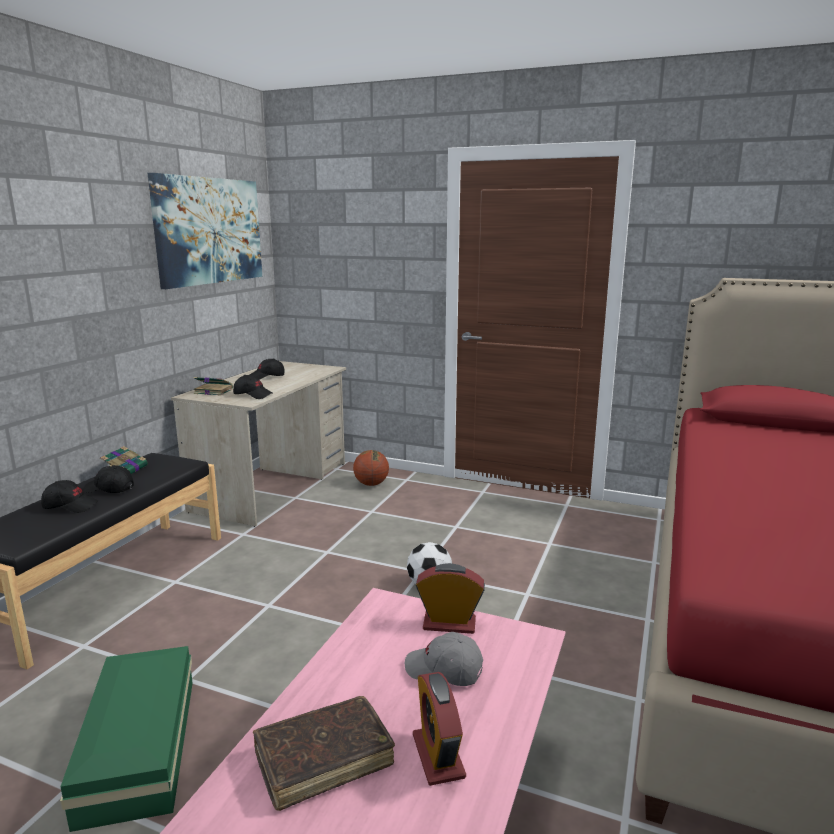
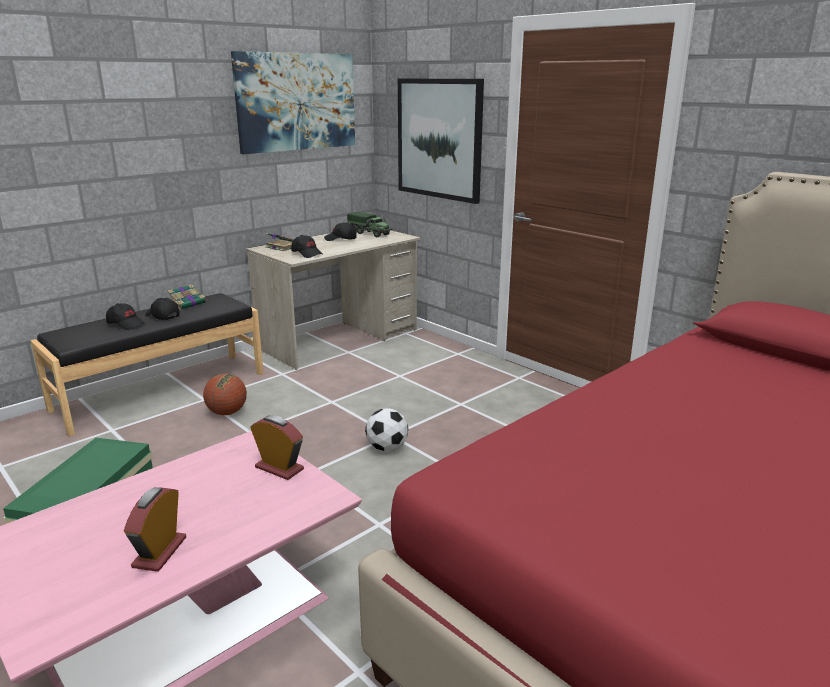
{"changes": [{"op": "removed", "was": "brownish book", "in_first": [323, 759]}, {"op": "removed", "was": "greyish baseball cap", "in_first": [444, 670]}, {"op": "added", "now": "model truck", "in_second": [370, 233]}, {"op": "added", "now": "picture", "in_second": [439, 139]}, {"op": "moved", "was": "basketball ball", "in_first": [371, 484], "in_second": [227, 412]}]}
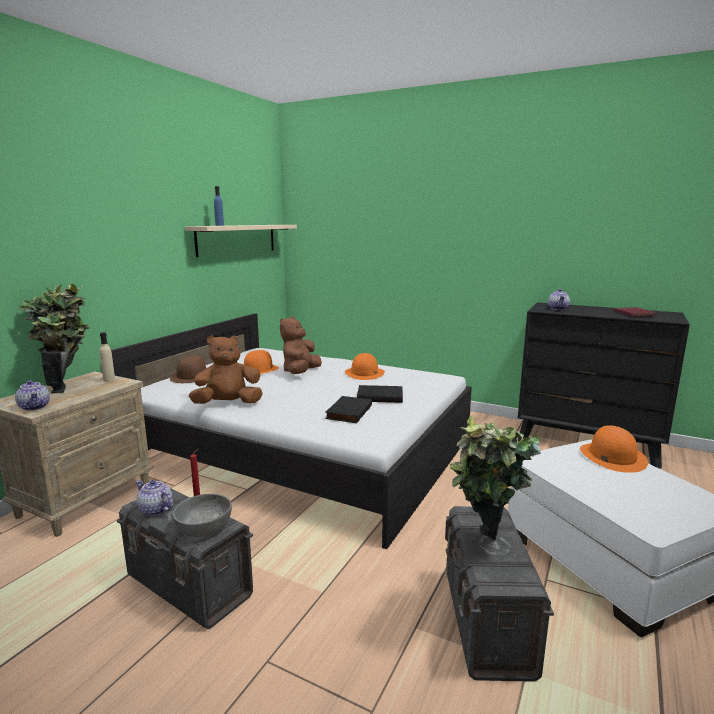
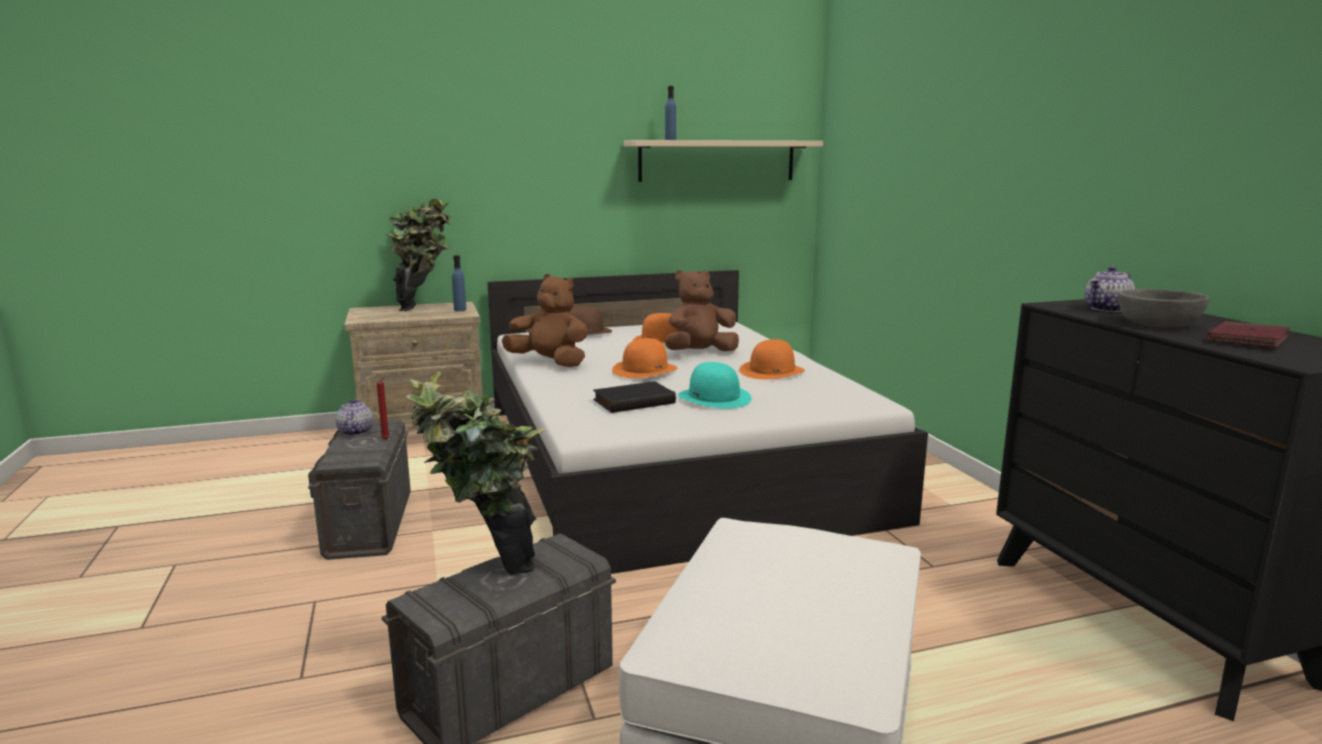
{"changes": [{"op": "removed", "was": "tea pot", "in_first": [35, 407]}, {"op": "moved", "was": "greyish bowl", "in_first": [203, 527], "in_second": [1157, 324]}, {"op": "moved", "was": "orangey hat", "in_first": [612, 456], "in_second": [645, 369]}, {"op": "replaced", "was": "black-coloured book", "now": "turquoise hat", "in_first": [380, 396], "in_second": [714, 397]}, {"op": "recoloured", "was": "beige-coloured drink bottle", "now": "blue drink bottle", "in_first": [109, 380], "in_second": [460, 310]}]}
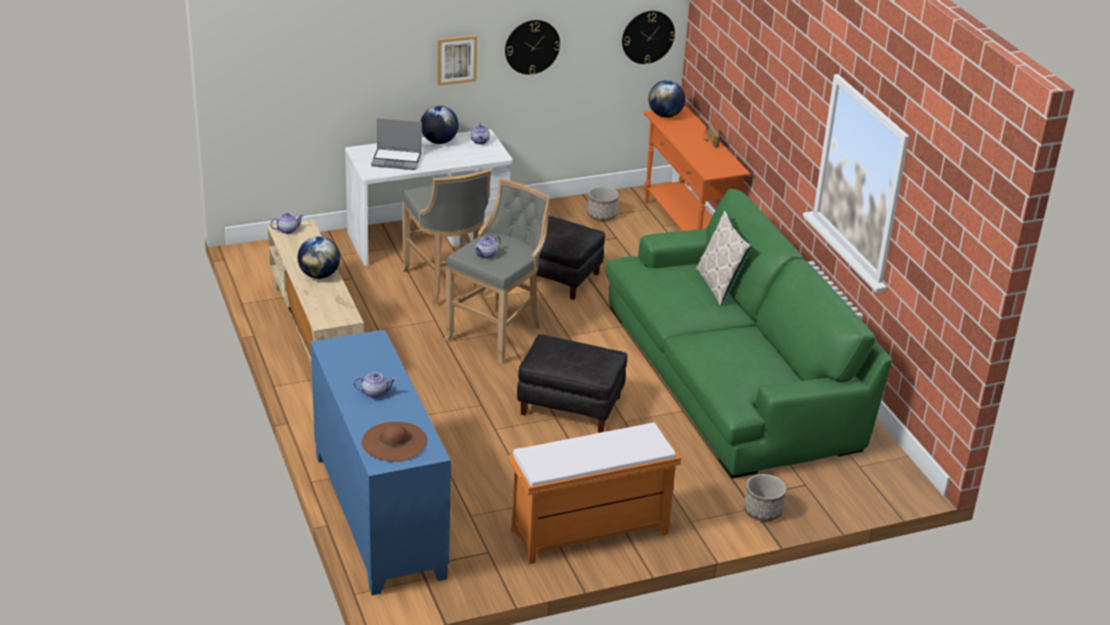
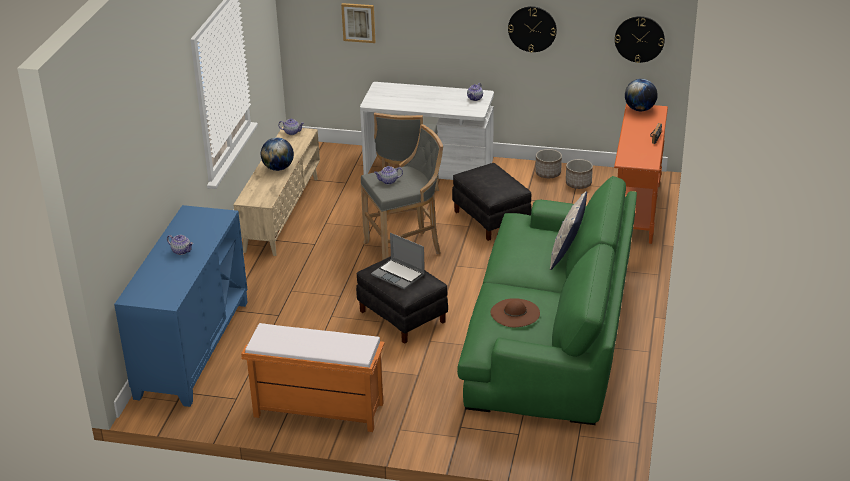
{"changes": [{"op": "removed", "was": "desk globe", "in_first": [439, 141]}, {"op": "moved", "was": "brownish hat", "in_first": [394, 442], "in_second": [515, 313]}, {"op": "moved", "was": "notebook computer", "in_first": [397, 160], "in_second": [399, 275]}, {"op": "moved", "was": "picture", "in_first": [456, 59], "in_second": [358, 22]}, {"op": "moved", "was": "flower pot", "in_first": [763, 511], "in_second": [548, 173]}]}
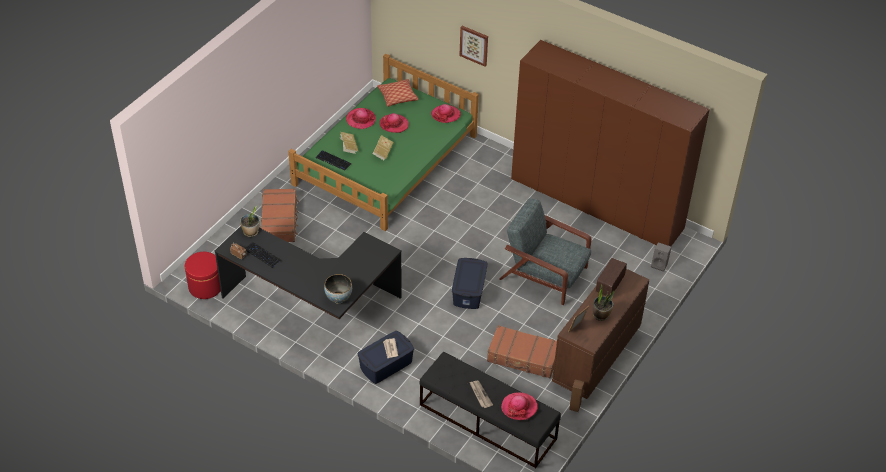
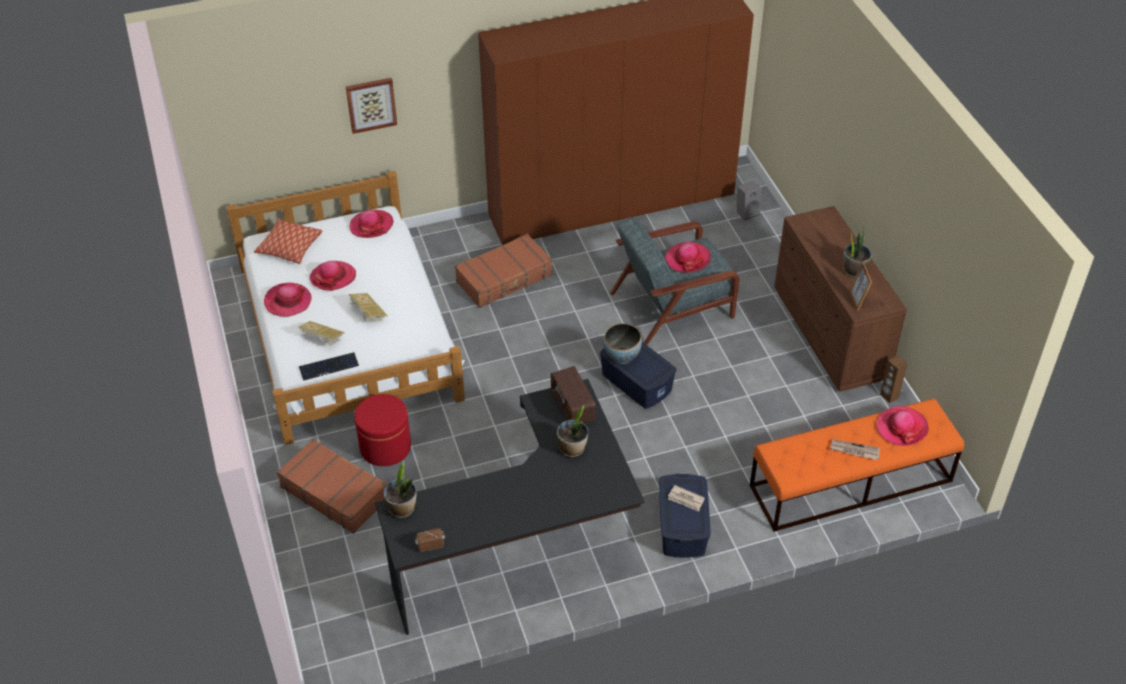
{"changes": [{"op": "removed", "was": "keyboard", "in_first": [262, 255]}, {"op": "added", "now": "houseplant", "in_second": [572, 448]}, {"op": "added", "now": "hat", "in_second": [687, 259]}, {"op": "moved", "was": "reddish ottoman", "in_first": [205, 287], "in_second": [385, 447]}, {"op": "moved", "was": "bowl", "in_first": [338, 298], "in_second": [622, 356]}, {"op": "moved", "was": "brownish travel case", "in_first": [523, 357], "in_second": [505, 279]}, {"op": "moved", "was": "radio set", "in_first": [610, 284], "in_second": [573, 407]}, {"op": "recoloured", "was": "greenish bed", "now": "whitish bed", "in_first": [385, 160], "in_second": [348, 332]}, {"op": "recoloured", "was": "black-coloured bench", "now": "orangey bench", "in_first": [487, 421], "in_second": [850, 484]}]}
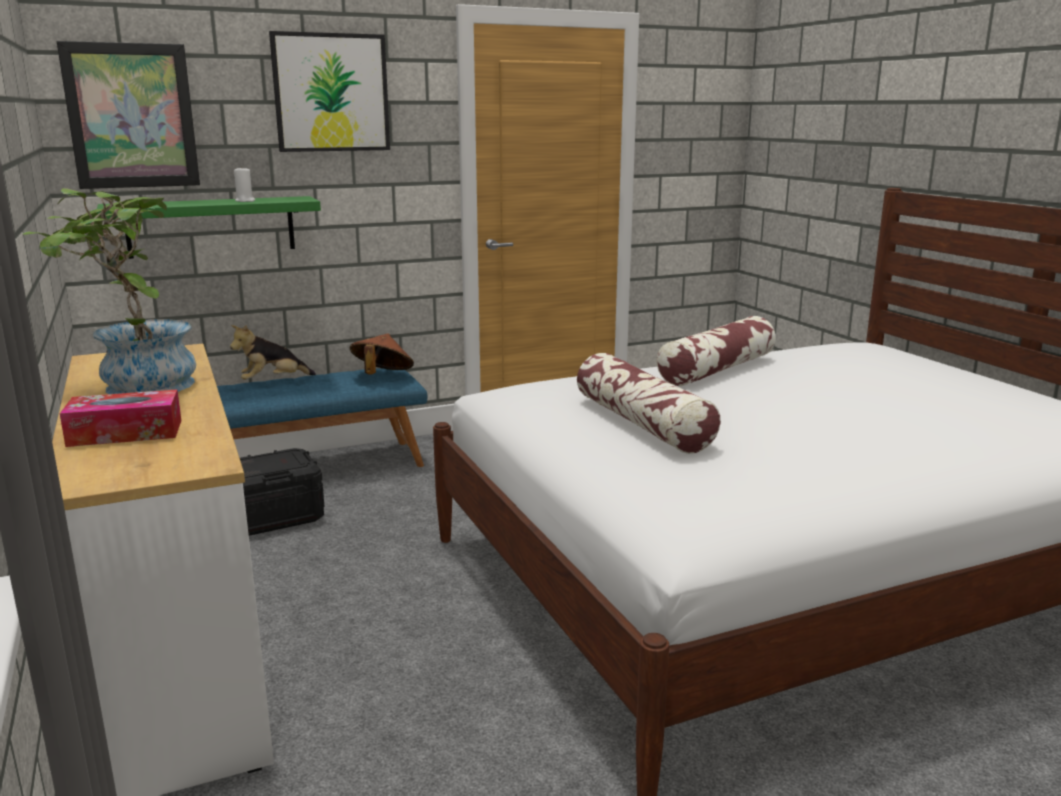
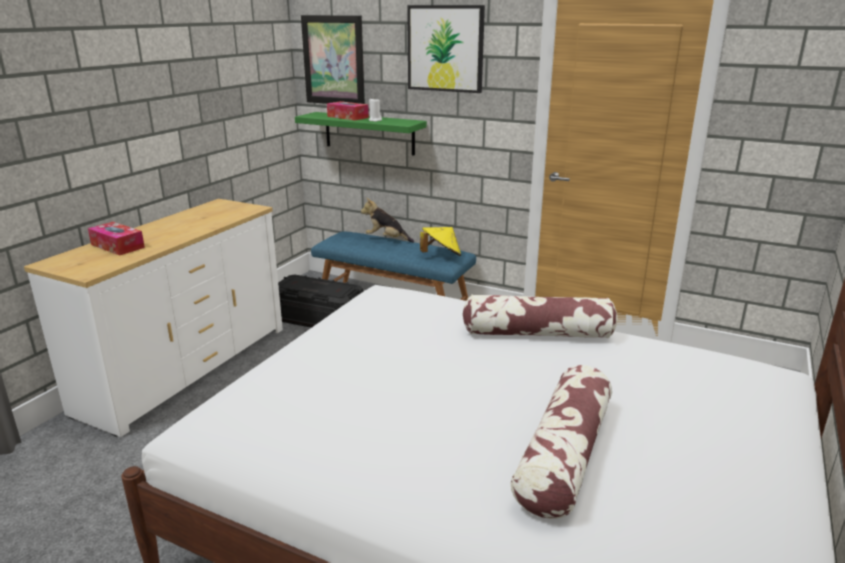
{"changes": [{"op": "removed", "was": "houseplant", "in_first": [135, 386]}, {"op": "added", "now": "tissue holder", "in_second": [348, 117]}, {"op": "moved", "was": "throw pillow", "in_first": [642, 423], "in_second": [564, 456]}, {"op": "recoloured", "was": "brownish hat", "now": "yellowish hat", "in_first": [382, 376], "in_second": [441, 256]}]}
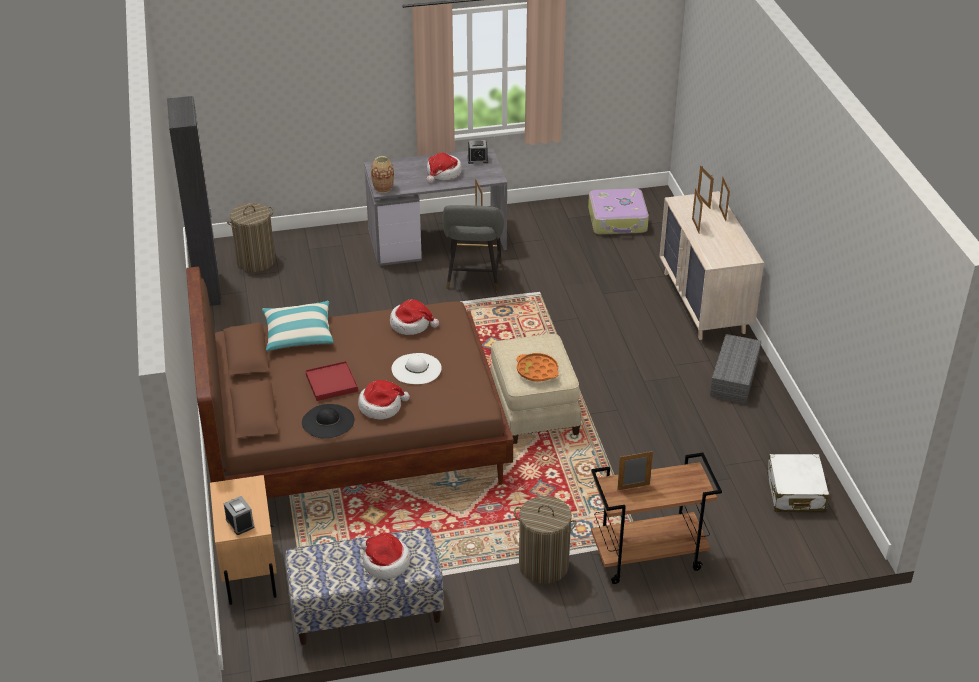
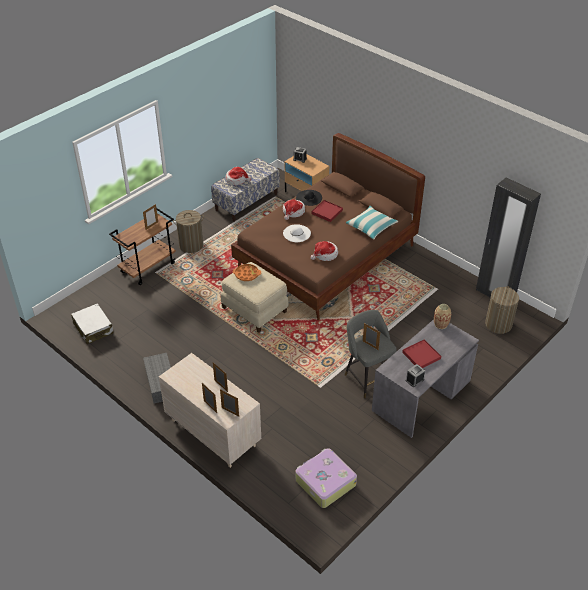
{"changes": [{"op": "replaced", "was": "hat", "now": "reddish tray", "in_first": [443, 173], "in_second": [421, 355]}]}
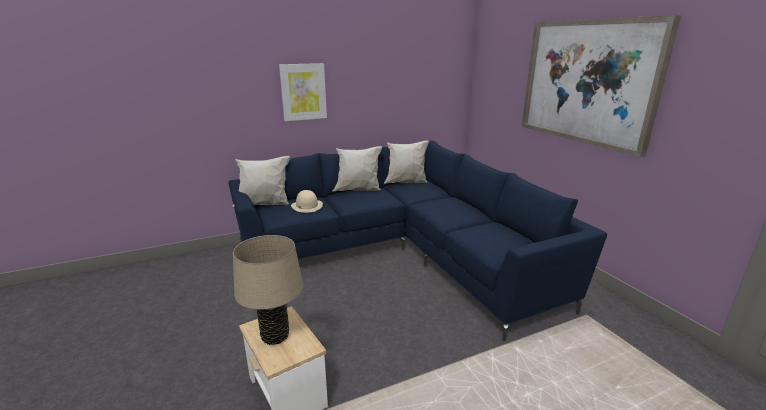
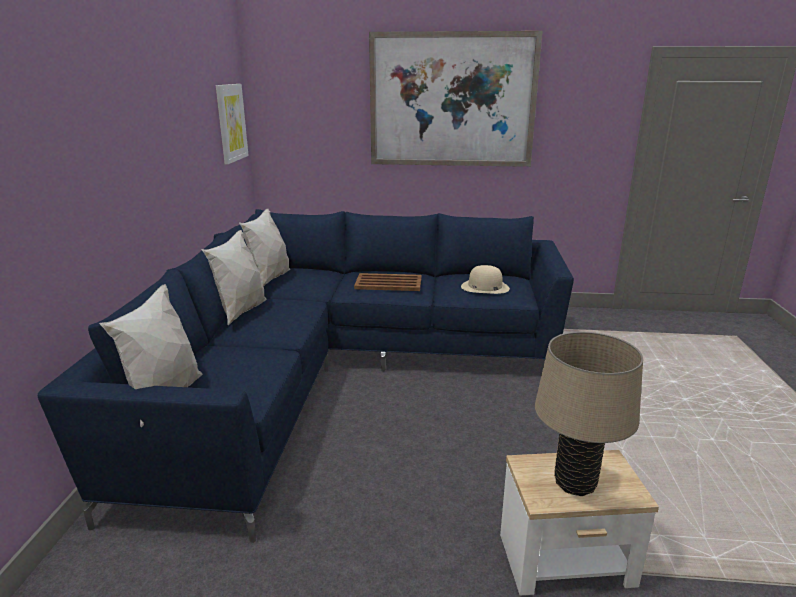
{"changes": [{"op": "added", "now": "brownish tray", "in_second": [388, 283]}, {"op": "moved", "was": "picture", "in_first": [303, 92], "in_second": [231, 123]}, {"op": "moved", "was": "beige-coloured hat", "in_first": [307, 206], "in_second": [484, 287]}]}
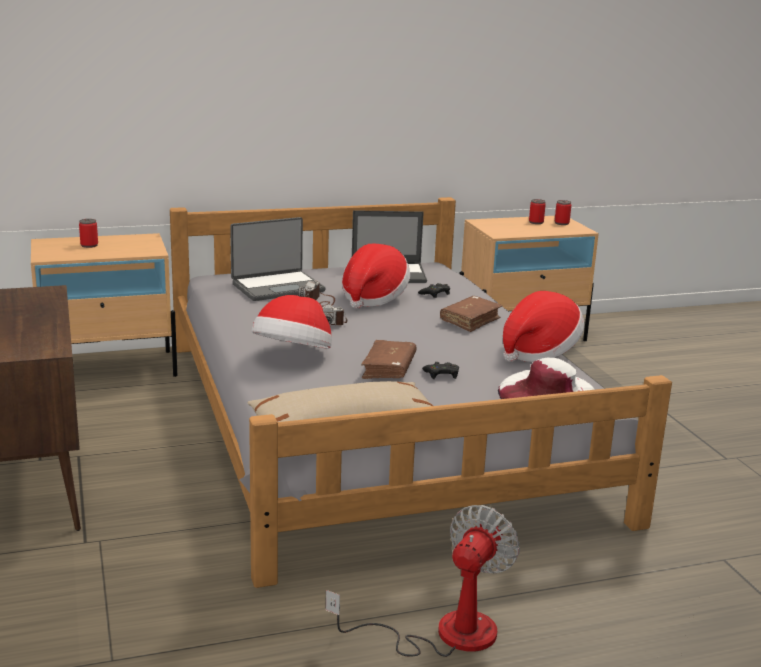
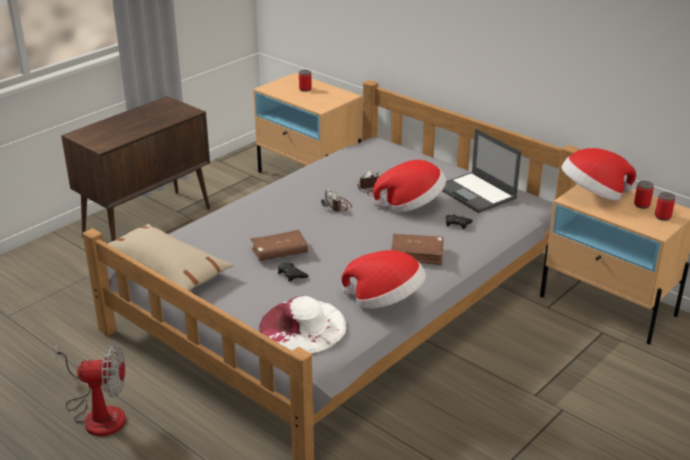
{"changes": [{"op": "removed", "was": "notebook computer", "in_first": [277, 287]}, {"op": "moved", "was": "hat", "in_first": [294, 356], "in_second": [593, 195]}]}
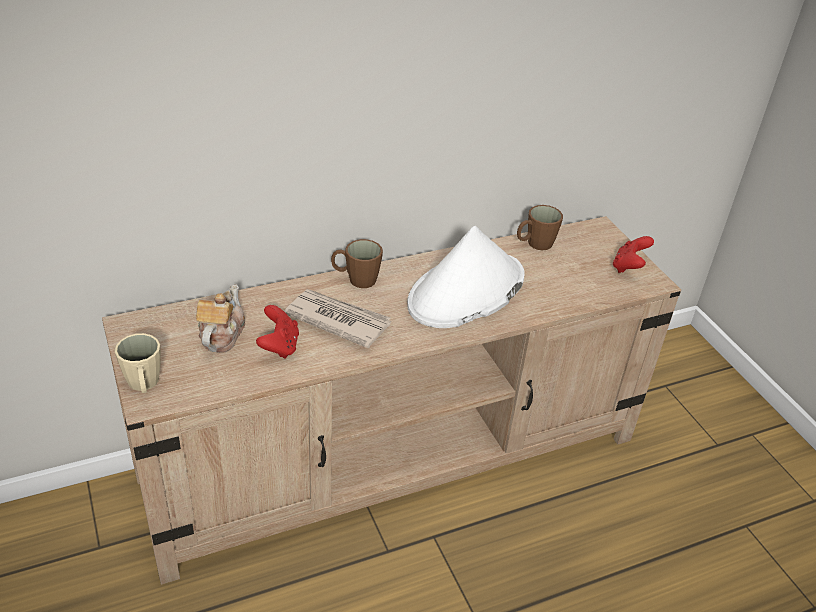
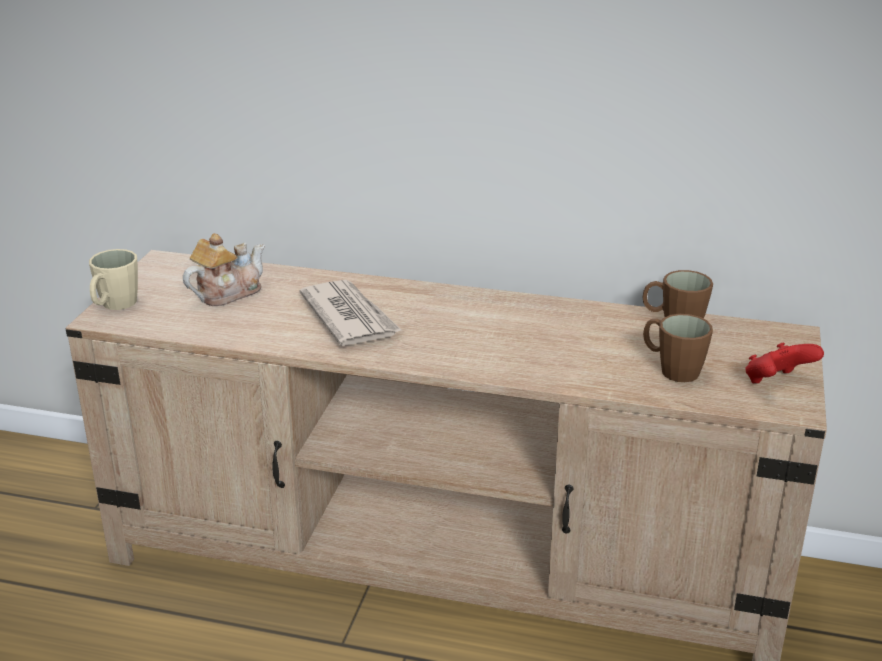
{"changes": [{"op": "removed", "was": "reddish joypad", "in_first": [279, 346]}, {"op": "removed", "was": "whitish hat", "in_first": [466, 291]}, {"op": "moved", "was": "brownish tea mug", "in_first": [356, 279], "in_second": [671, 369]}]}
